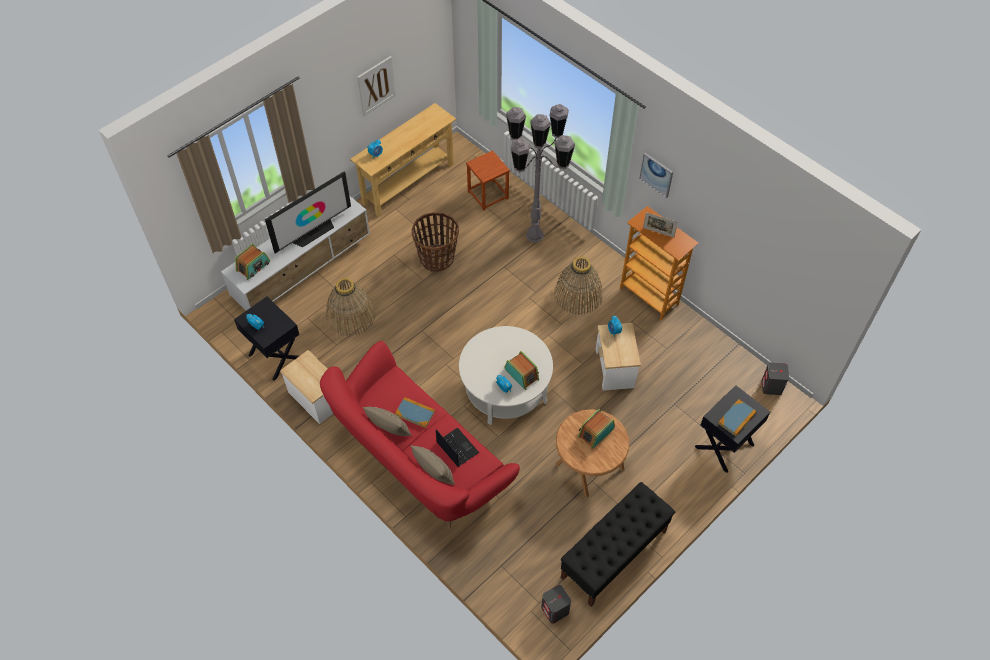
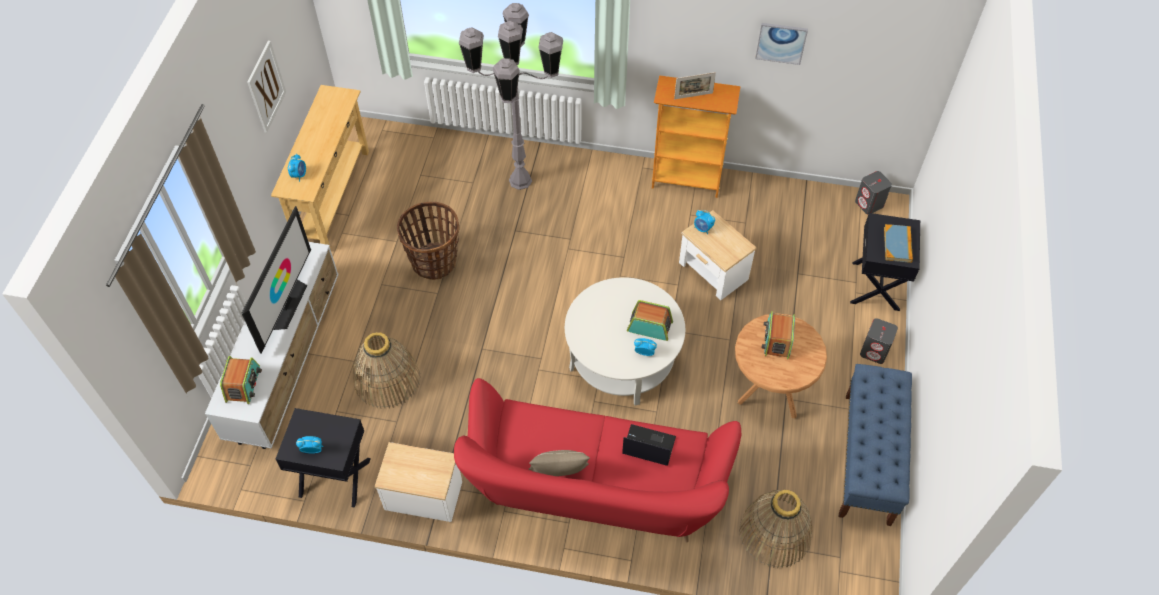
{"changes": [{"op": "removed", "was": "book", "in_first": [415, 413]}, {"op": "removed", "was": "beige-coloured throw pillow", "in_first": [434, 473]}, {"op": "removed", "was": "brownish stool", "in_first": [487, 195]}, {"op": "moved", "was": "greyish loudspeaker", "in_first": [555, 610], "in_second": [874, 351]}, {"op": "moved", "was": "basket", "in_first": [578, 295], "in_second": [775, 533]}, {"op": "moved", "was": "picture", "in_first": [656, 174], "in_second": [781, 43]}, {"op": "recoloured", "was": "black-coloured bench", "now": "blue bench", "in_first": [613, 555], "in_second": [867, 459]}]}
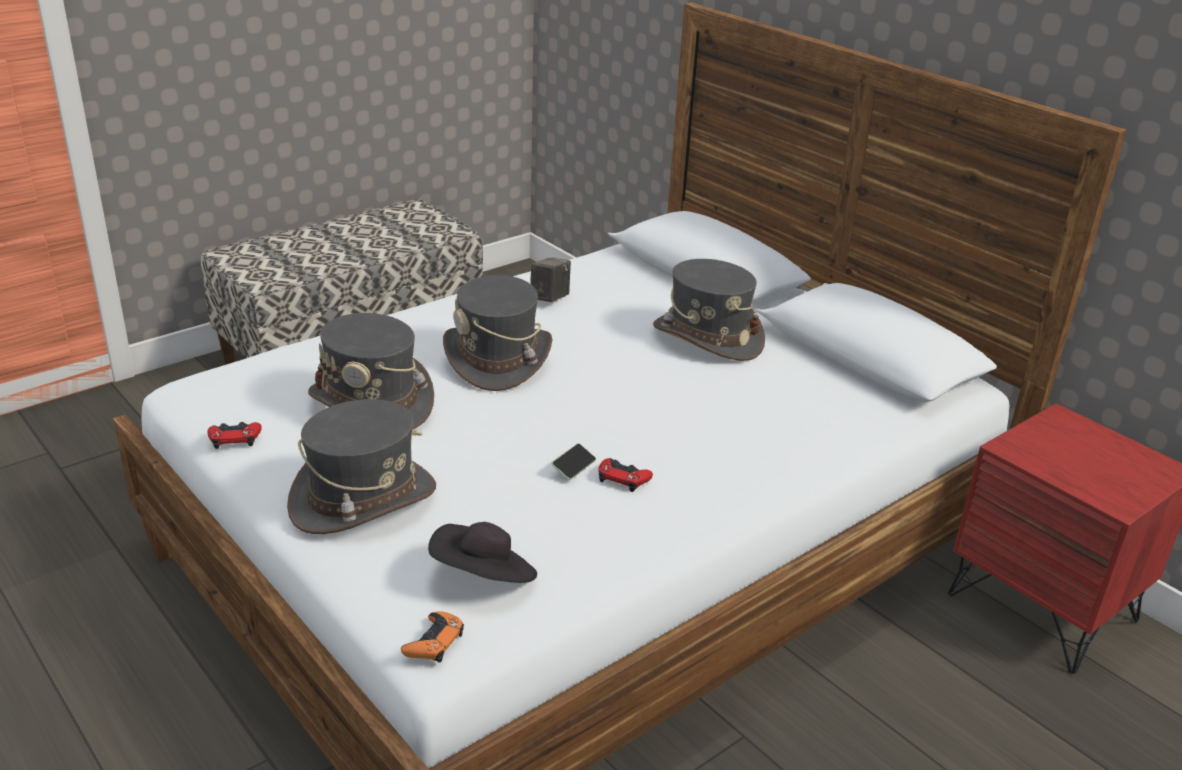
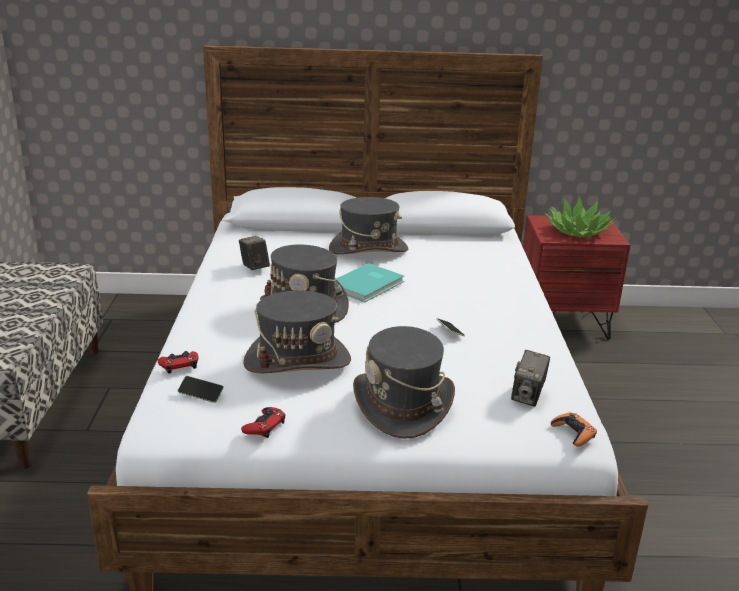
{"changes": [{"op": "added", "now": "handset", "in_second": [201, 394]}, {"op": "added", "now": "turquoise book", "in_second": [368, 285]}, {"op": "added", "now": "houseplant", "in_second": [577, 231]}, {"op": "moved", "was": "reddish joypad", "in_first": [623, 478], "in_second": [179, 365]}, {"op": "replaced", "was": "black-coloured hat", "now": "still camera", "in_first": [484, 578], "in_second": [528, 396]}]}
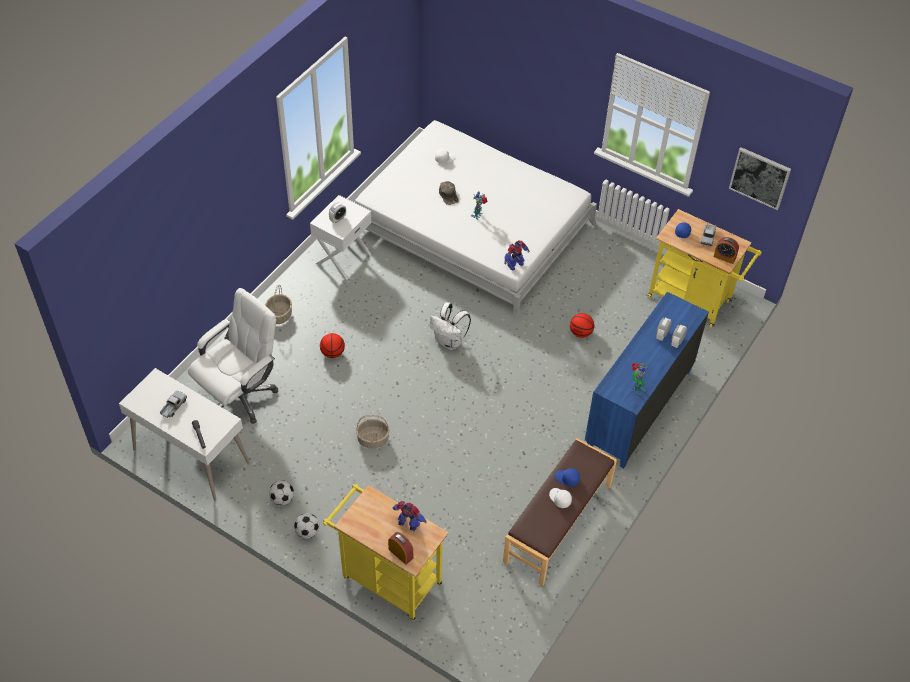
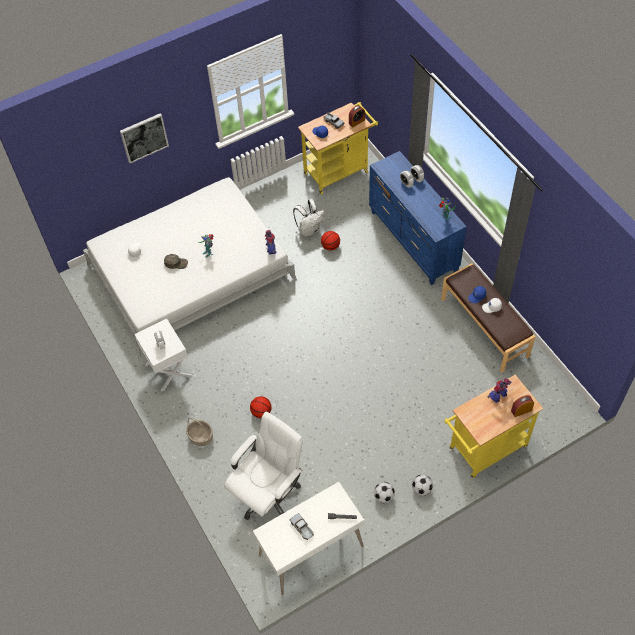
{"changes": [{"op": "removed", "was": "basket", "in_first": [373, 439]}, {"op": "moved", "was": "whitish rucksack", "in_first": [449, 342], "in_second": [309, 230]}, {"op": "moved", "was": "picture", "in_first": [760, 177], "in_second": [144, 137]}, {"op": "turned", "was": "whitish office chair", "in_first": [240, 395], "in_second": [268, 493], "clockwise": 60}]}
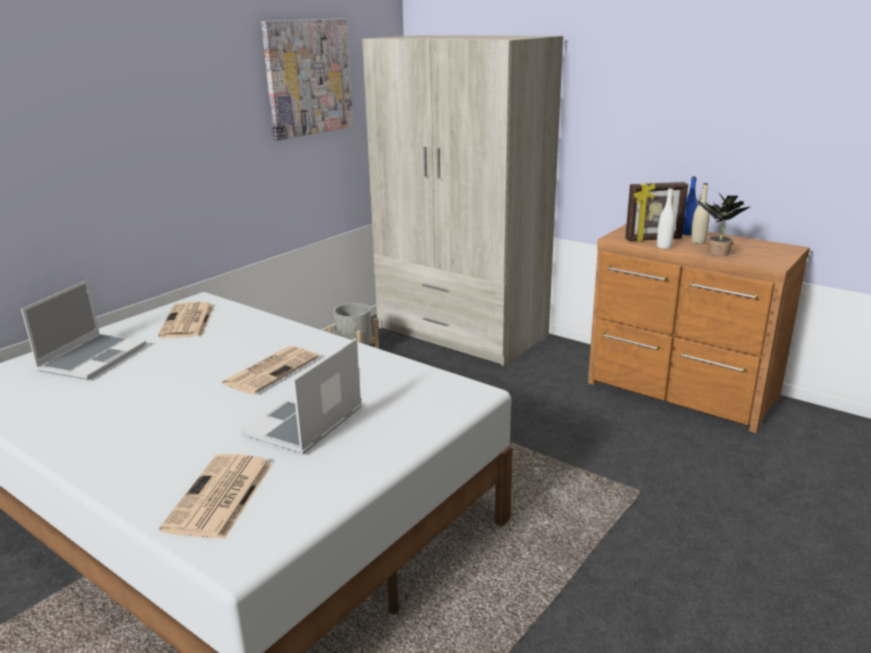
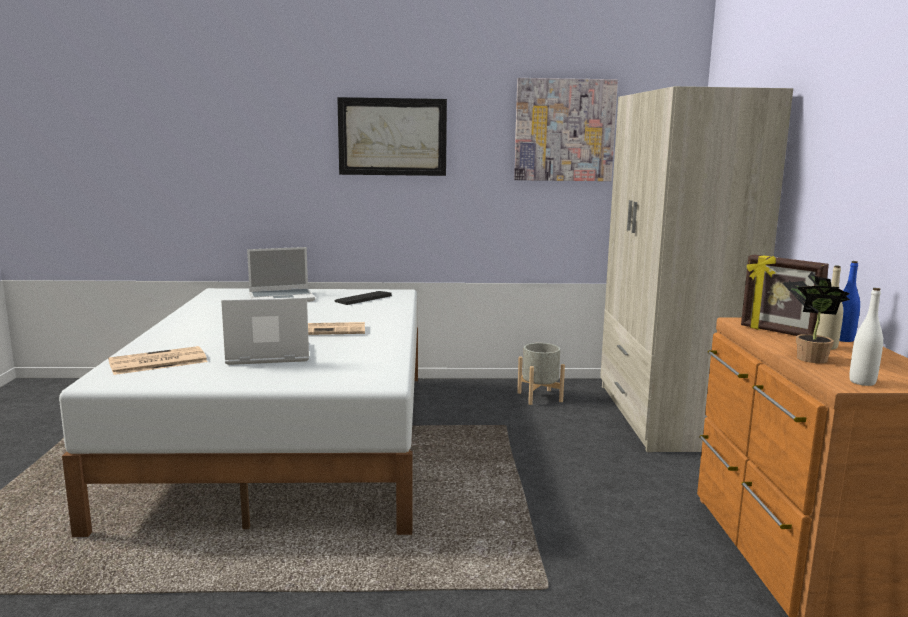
{"changes": [{"op": "added", "now": "picture", "in_second": [392, 137]}, {"op": "moved", "was": "whitish drink bottle", "in_first": [664, 247], "in_second": [862, 382]}, {"op": "replaced", "was": "newspaper", "now": "keyboard", "in_first": [188, 321], "in_second": [363, 298]}]}
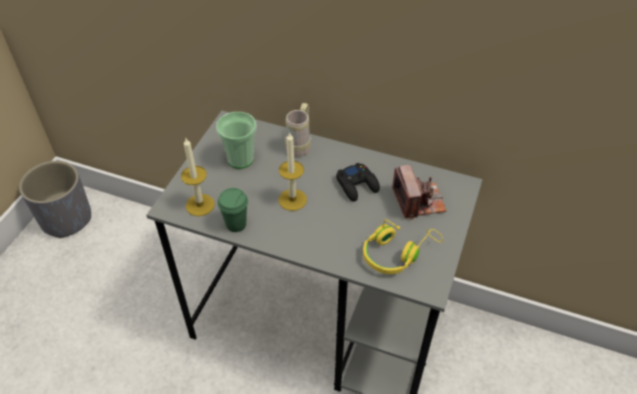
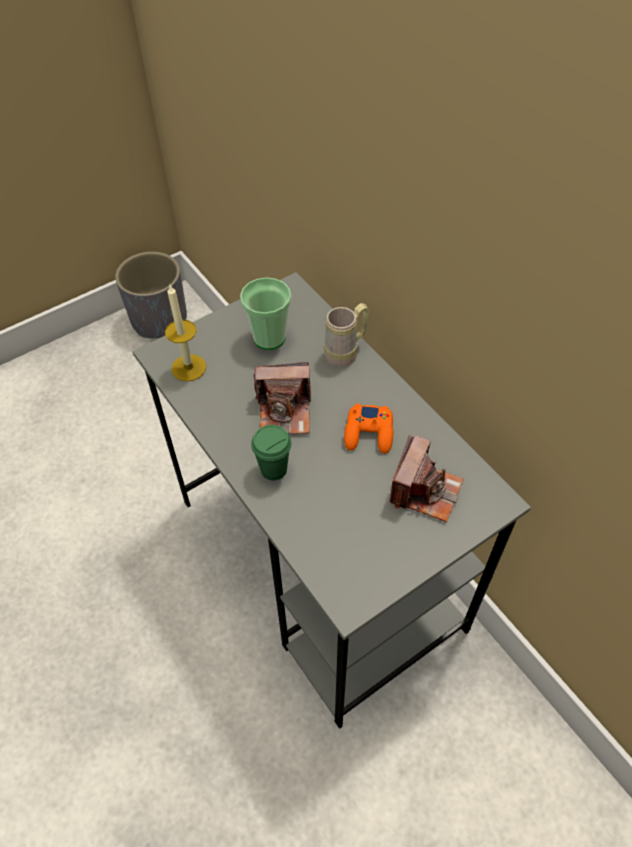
{"changes": [{"op": "removed", "was": "yellowish headphones", "in_first": [397, 253]}, {"op": "moved", "was": "greenish cup", "in_first": [236, 224], "in_second": [274, 469]}, {"op": "replaced", "was": "candle", "now": "still camera", "in_first": [292, 200], "in_second": [285, 412]}, {"op": "recoloured", "was": "black-coloured joypad", "now": "orangey joypad", "in_first": [357, 185], "in_second": [369, 433]}]}
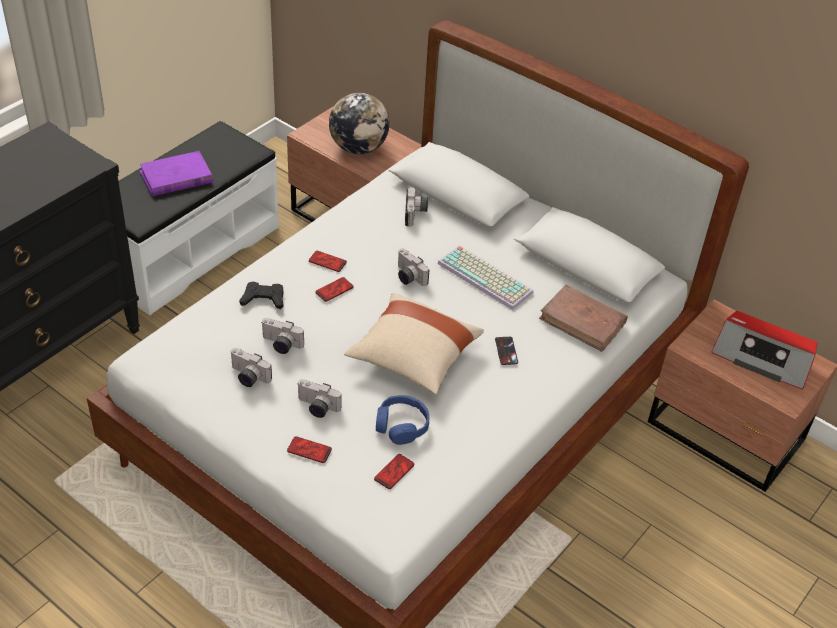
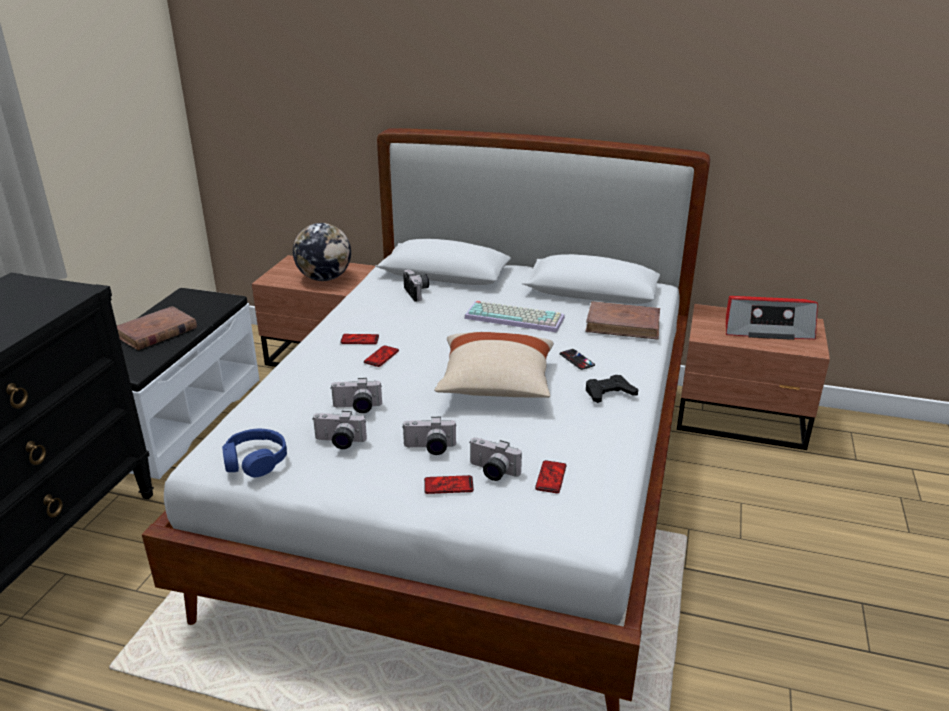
{"changes": [{"op": "moved", "was": "black-coloured joypad", "in_first": [263, 299], "in_second": [609, 393]}, {"op": "moved", "was": "blue headphones", "in_first": [401, 425], "in_second": [255, 461]}, {"op": "moved", "was": "still camera", "in_first": [408, 277], "in_second": [492, 472]}, {"op": "recoloured", "was": "purplish book", "now": "brownish book", "in_first": [176, 177], "in_second": [156, 332]}]}
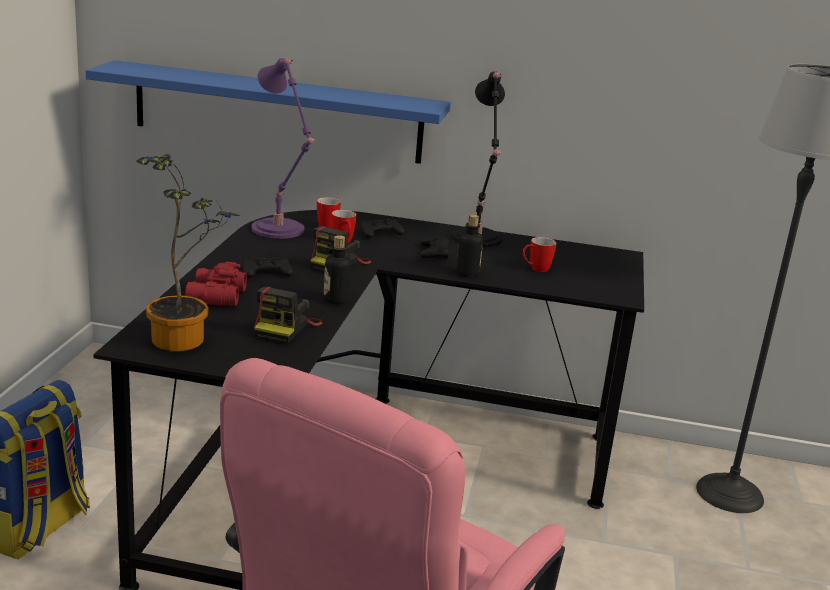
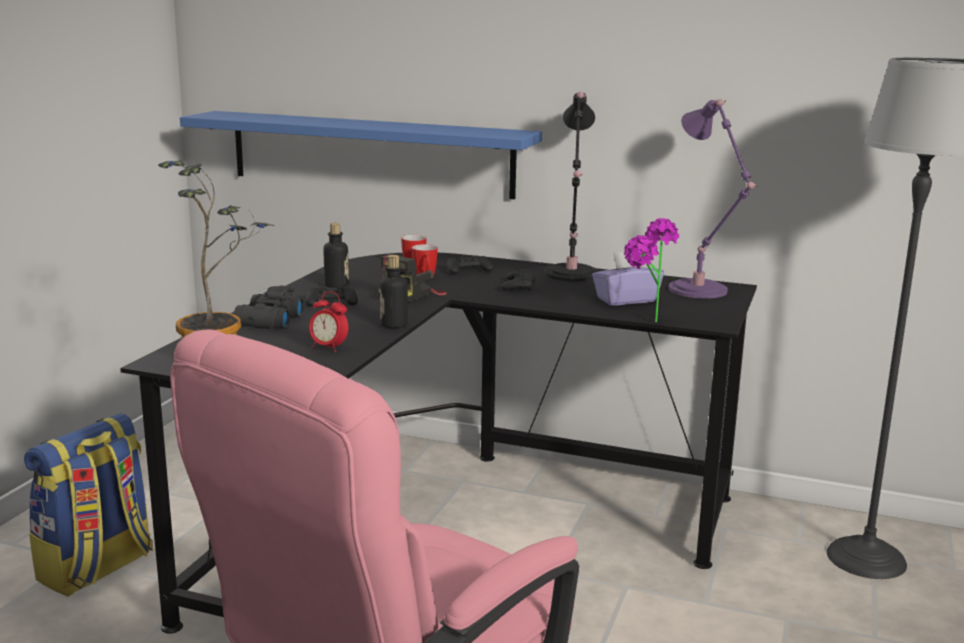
{"changes": [{"op": "added", "now": "houseplant", "in_second": [642, 321]}, {"op": "moved", "was": "purplish tabletop lamp", "in_first": [279, 231], "in_second": [700, 291]}, {"op": "moved", "was": "drink bottle", "in_first": [467, 273], "in_second": [336, 285]}, {"op": "replaced", "was": "still camera", "now": "bedside clock", "in_first": [286, 328], "in_second": [328, 348]}, {"op": "replaced", "was": "tea mug", "now": "purplish tissue holder", "in_first": [535, 269], "in_second": [625, 300]}, {"op": "recoloured", "was": "reddish field glasses", "now": "black-coloured field glasses", "in_first": [214, 296], "in_second": [268, 322]}]}
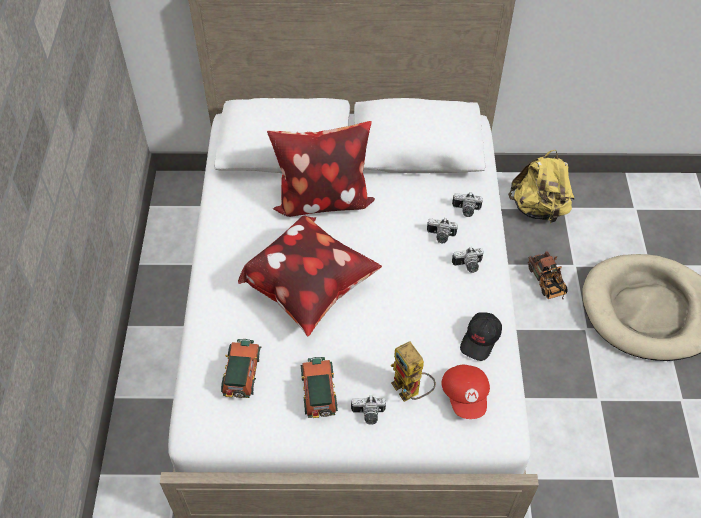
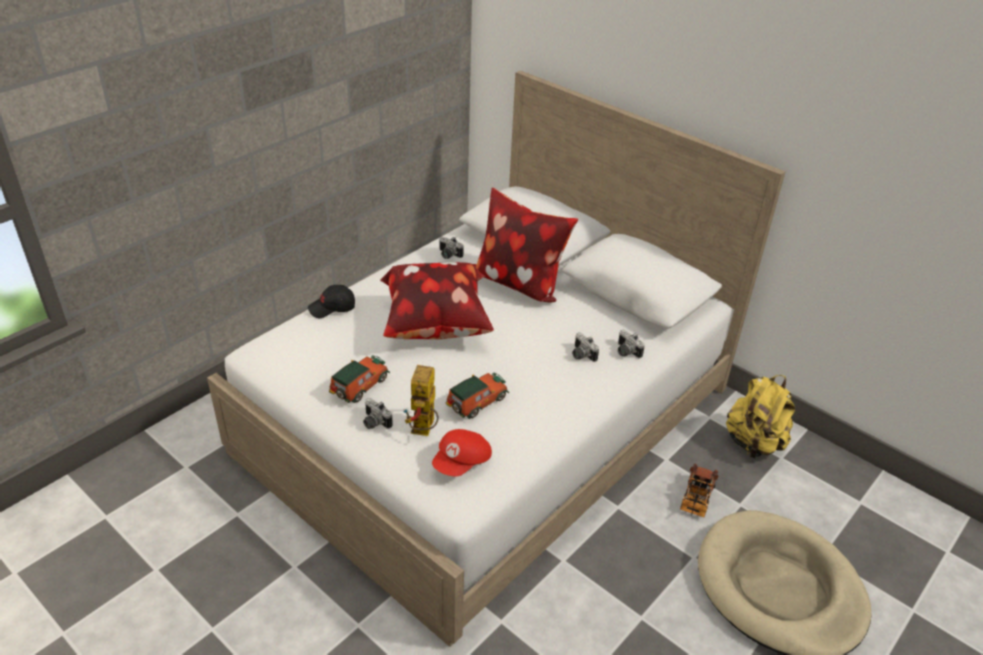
{"changes": [{"op": "moved", "was": "toy car", "in_first": [241, 375], "in_second": [475, 403]}, {"op": "moved", "was": "still camera", "in_first": [468, 266], "in_second": [448, 255]}, {"op": "moved", "was": "black-coloured baseball cap", "in_first": [480, 340], "in_second": [332, 308]}]}
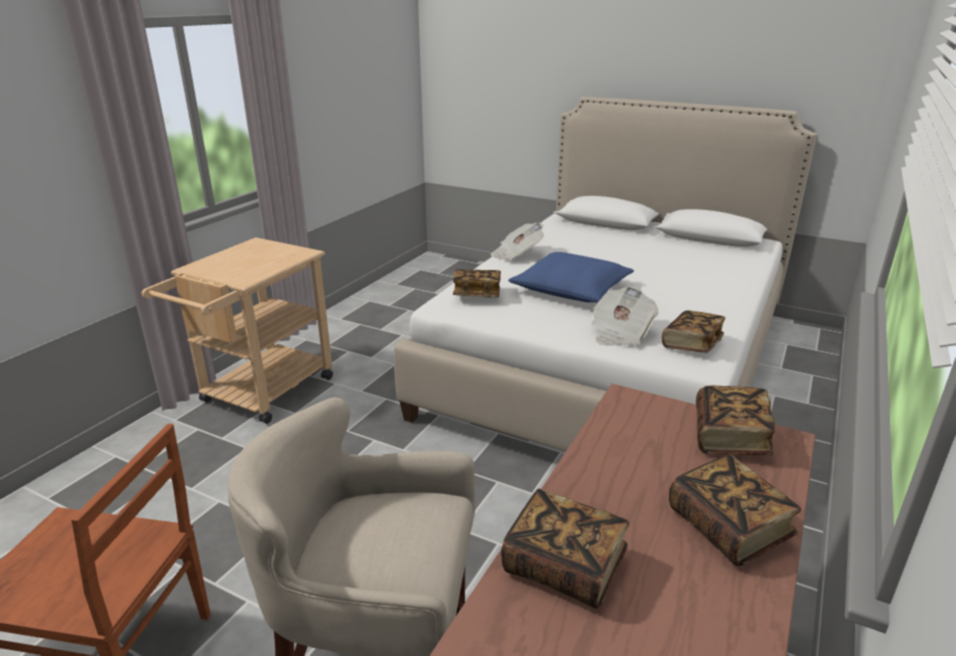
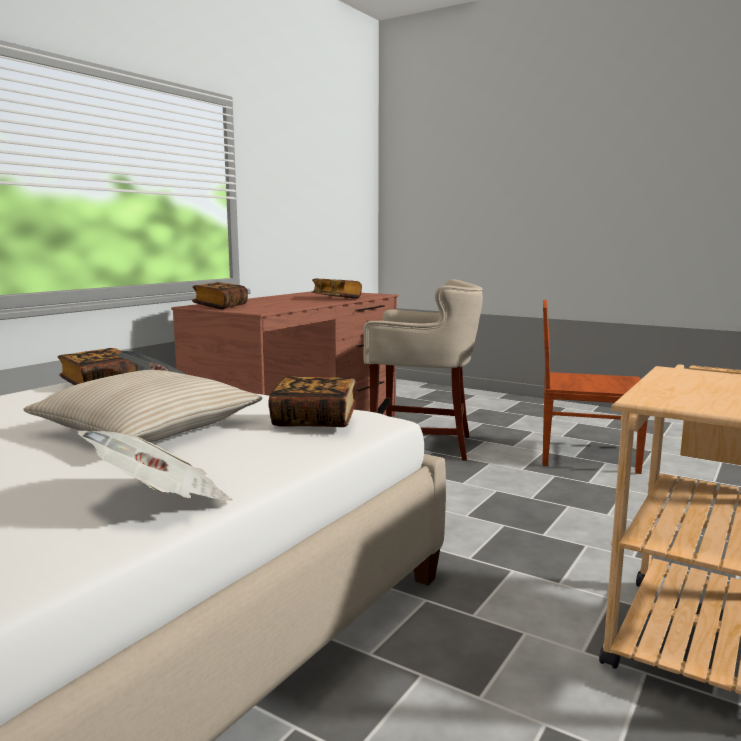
{"changes": [{"op": "removed", "was": "book", "in_first": [728, 527]}, {"op": "recoloured", "was": "blue throw pillow", "now": "beige-coloured throw pillow", "in_first": [571, 289], "in_second": [148, 429]}]}
